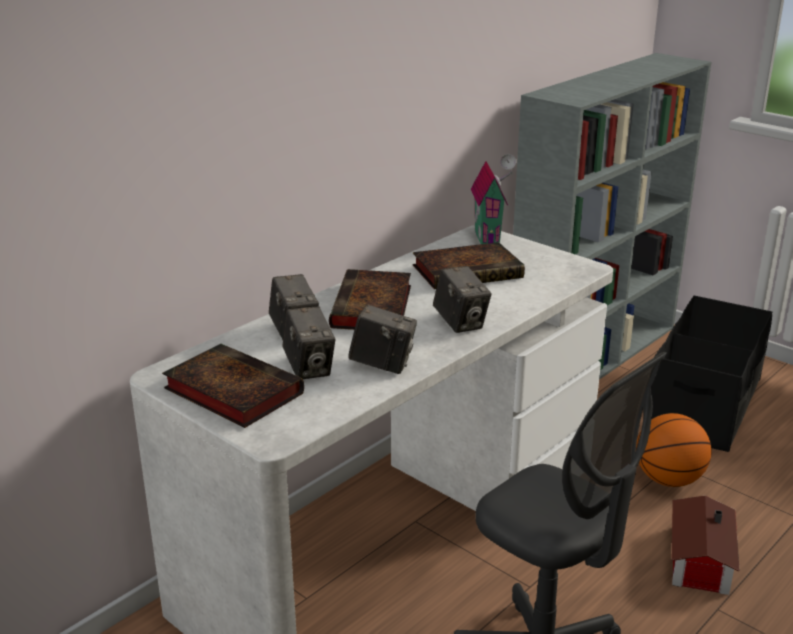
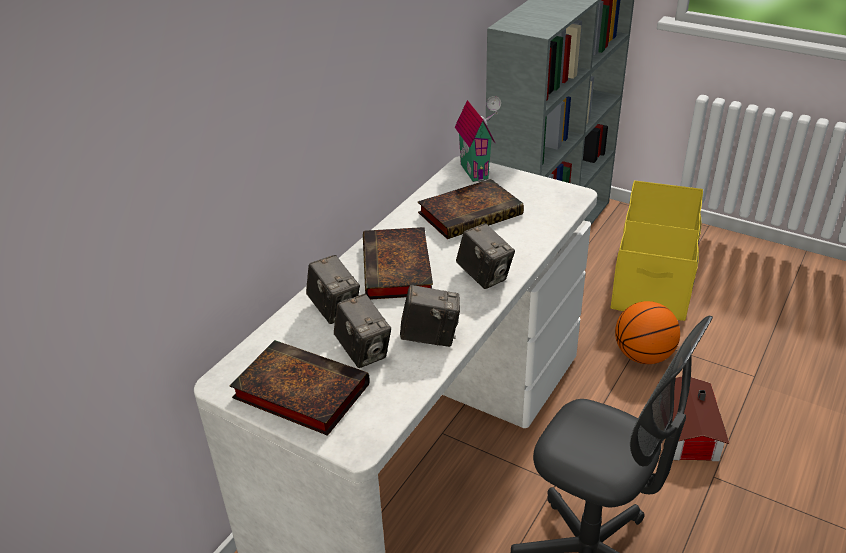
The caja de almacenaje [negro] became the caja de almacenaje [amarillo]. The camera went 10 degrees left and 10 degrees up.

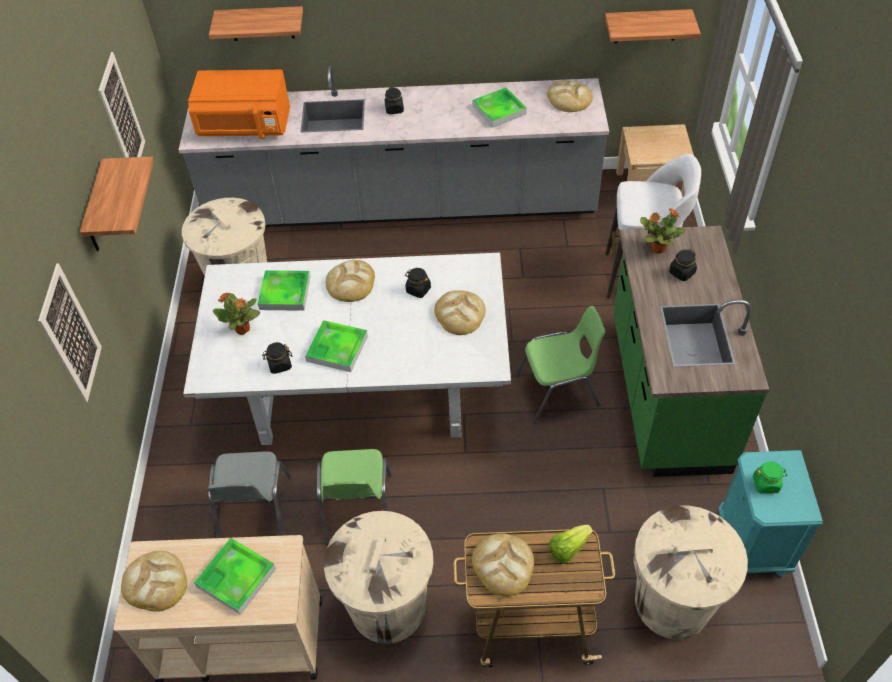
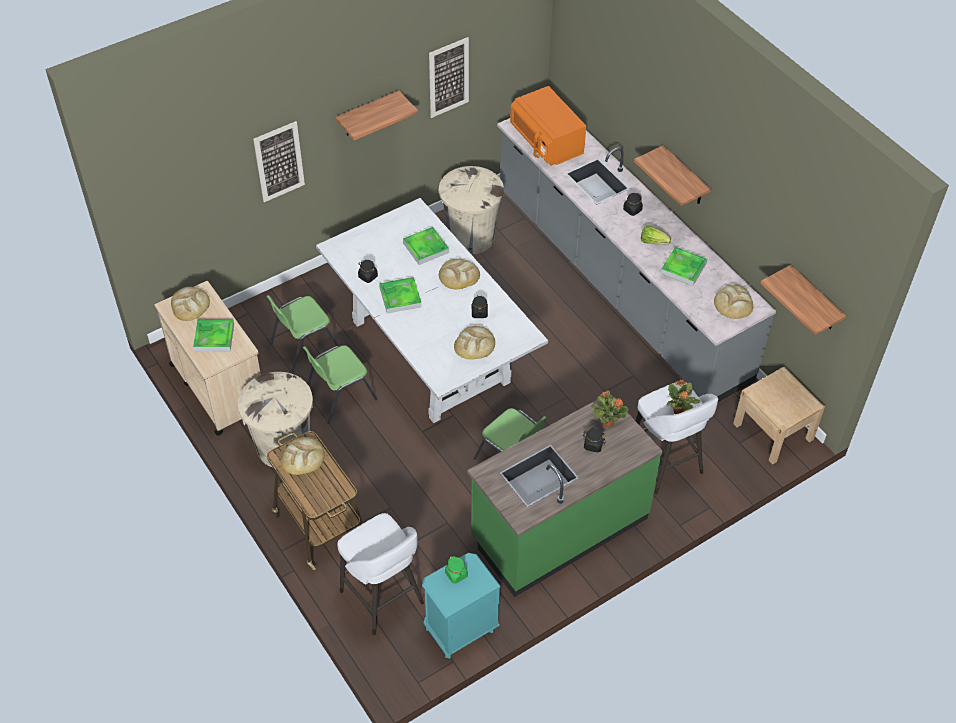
The silla [gris] became the silla [verde] (no. 1 from left). The estante (no. 2 from left) moved. The planta en maceta (no. 1 from left in the first image) moved. The lechuga moved. The papelera [beis] (no. 3 from left) was replaced by the taburete [blanco] (no. 1 from left). The camera went 55 degrees right and 0 degrees up.

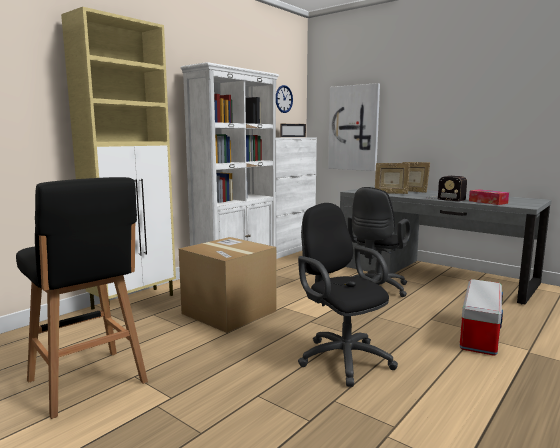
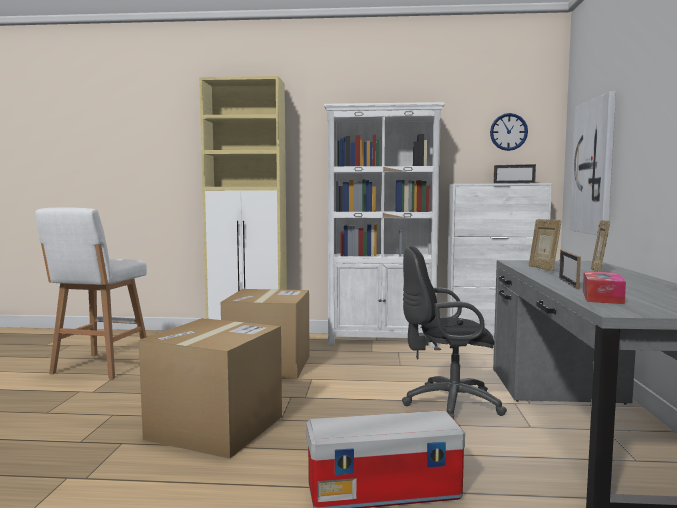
The taburete [negro] became the taburete [blanco]. The silla de oficina [negro] (no. 1 from left) was replaced by the caja de cartón (no. 1 from left). The radio was replaced by the portarretratos (no. 3 from left). The camera went 55 degrees right and 5 degrees down.

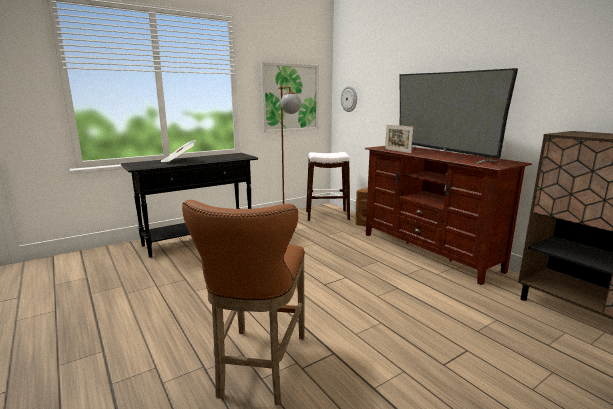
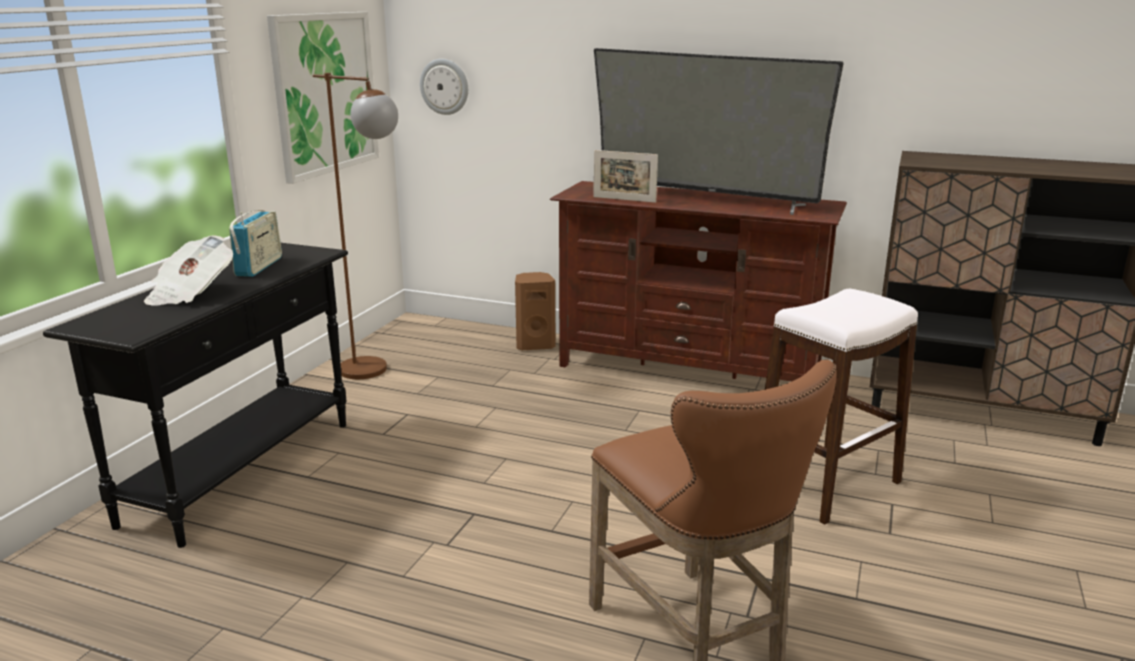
The taburete [blanco] moved. The radio appeared. The camera went 35 degrees left and 5 degrees up.

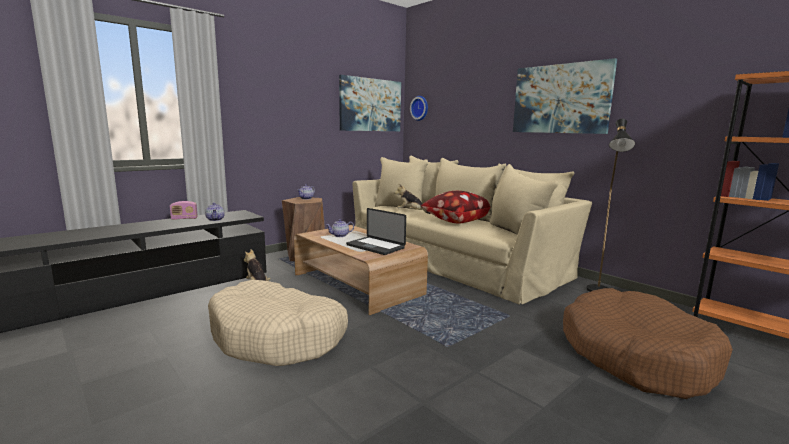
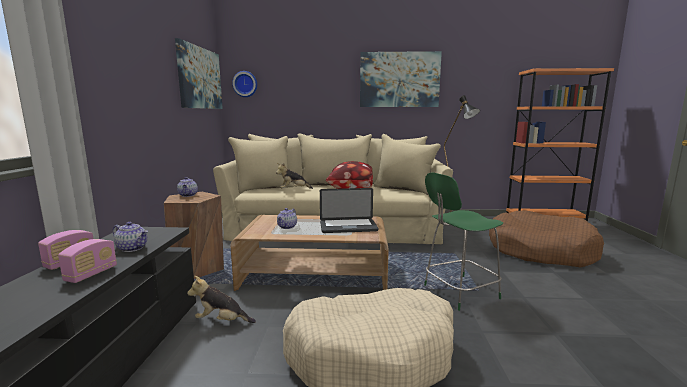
The radio (no. 2 from left) appeared. The taburete [verde] appeared. The camera went 45 degrees left and 0 degrees up.

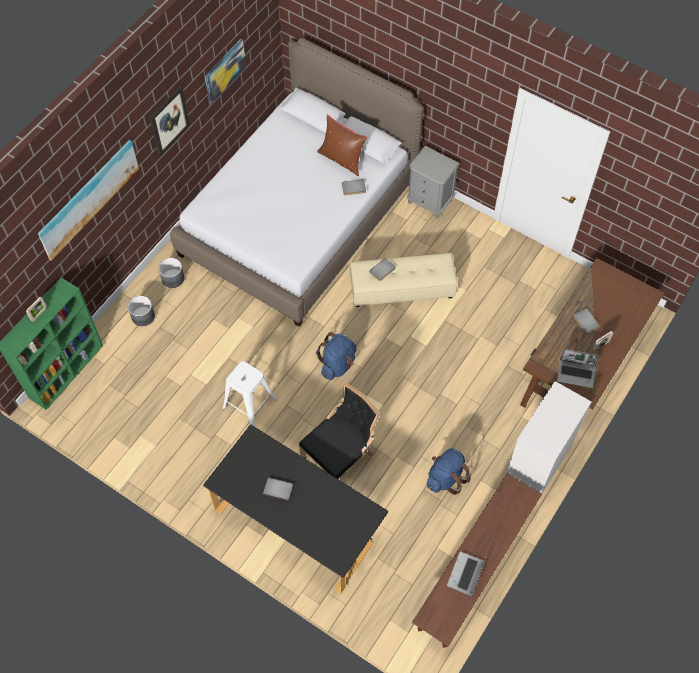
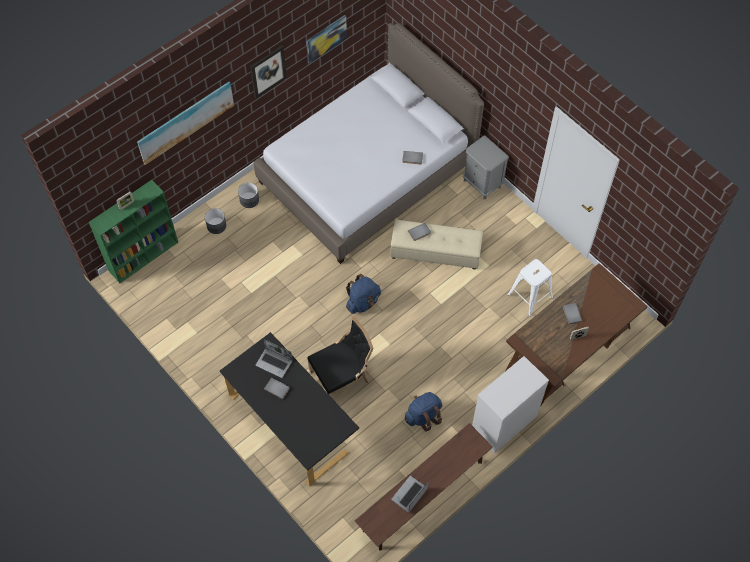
The taburete [blanco] moved. The cojín [marrón] disappeared. The portátil (no. 2 from left in the first image) moved. The camera went 15 degrees right and 0 degrees up.

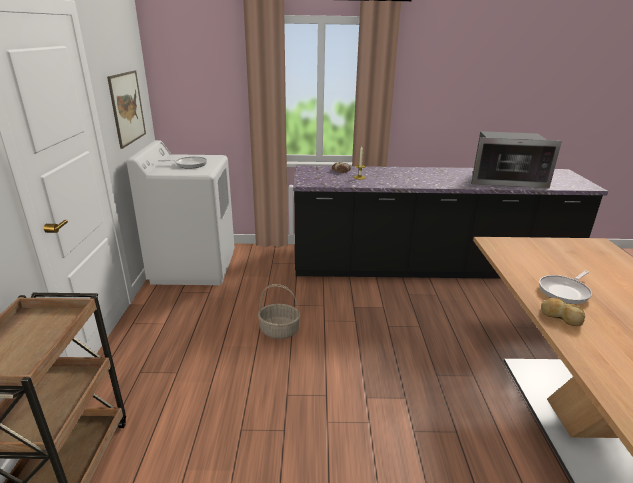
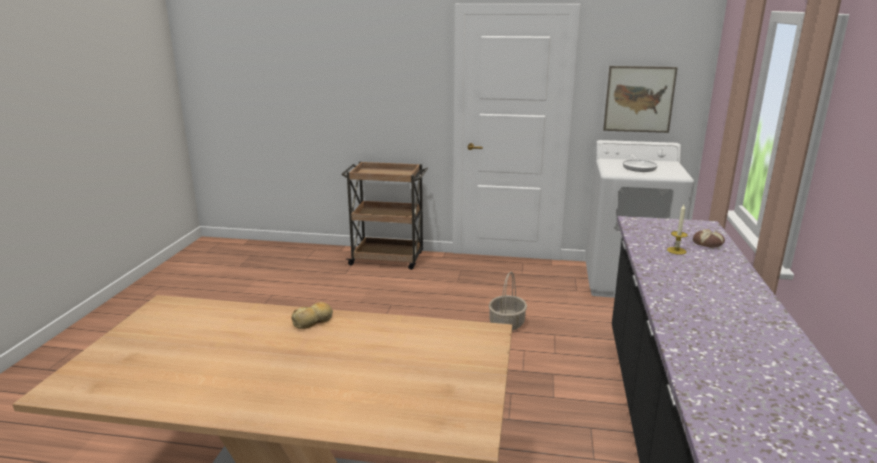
The microondas disappeared. The sartén (no. 2 from left) disappeared. The camera went 100 degrees right and 5 degrees down.

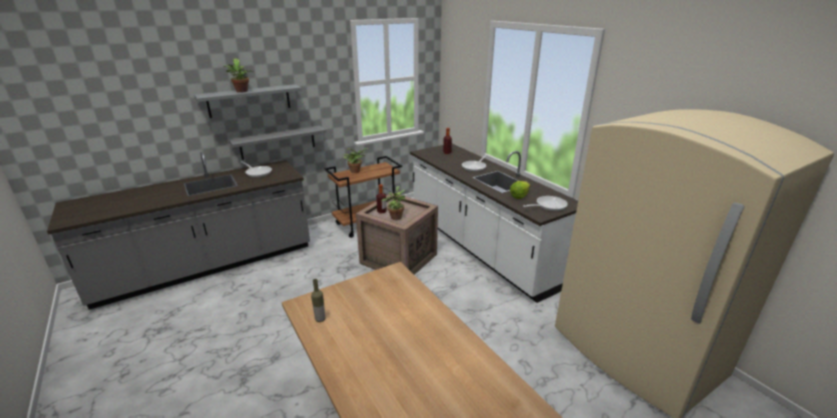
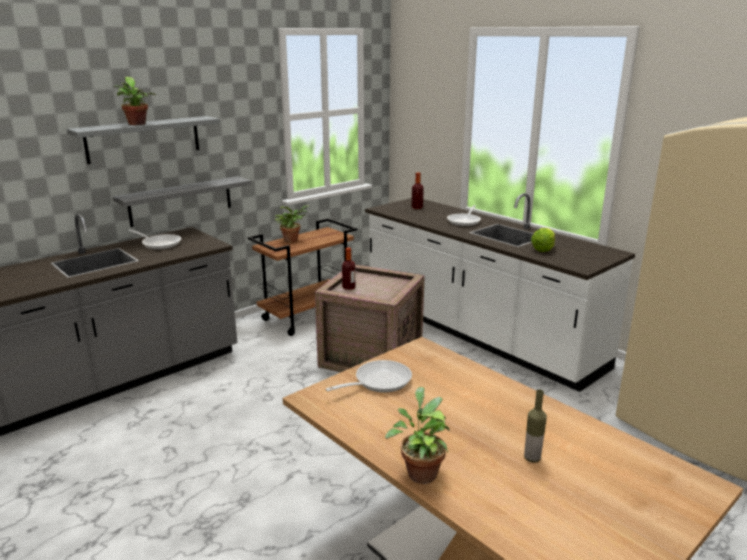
The botella (no. 1 from left in the first image) moved. The planta en maceta (no. 3 from left) moved. The sartén (no. 3 from left in the first image) moved. The camera went 10 degrees left and 5 degrees down.

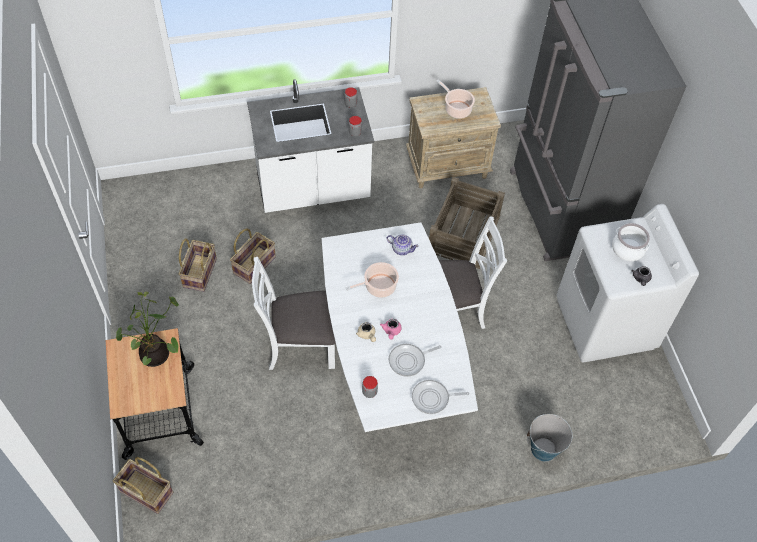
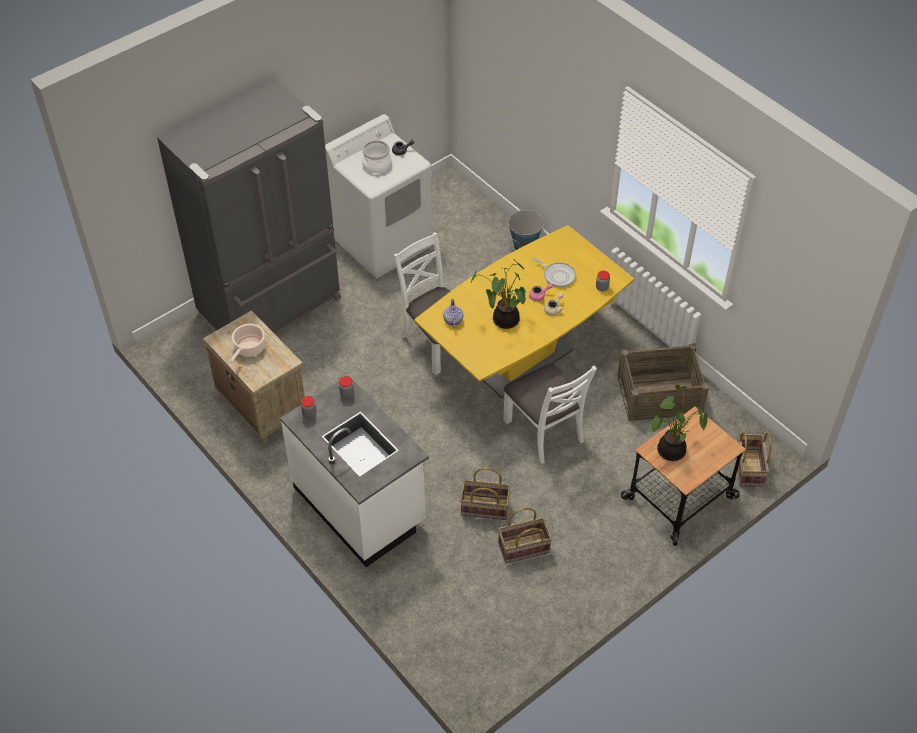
The mesa de comedor [blanco] became the mesa de comedor [amarillo]. The olla (no. 1 from left) was replaced by the planta en maceta (no. 1 from left). The sartén (no. 2 from left) disappeared. The caja de embalaje moved. The camera went 115 degrees left and 5 degrees down.

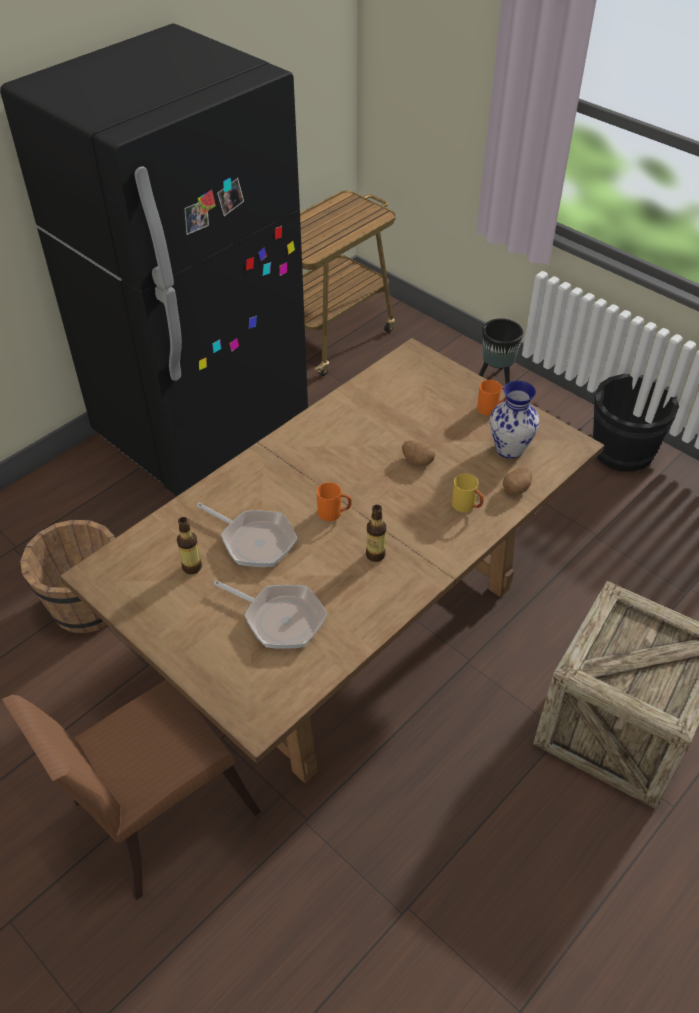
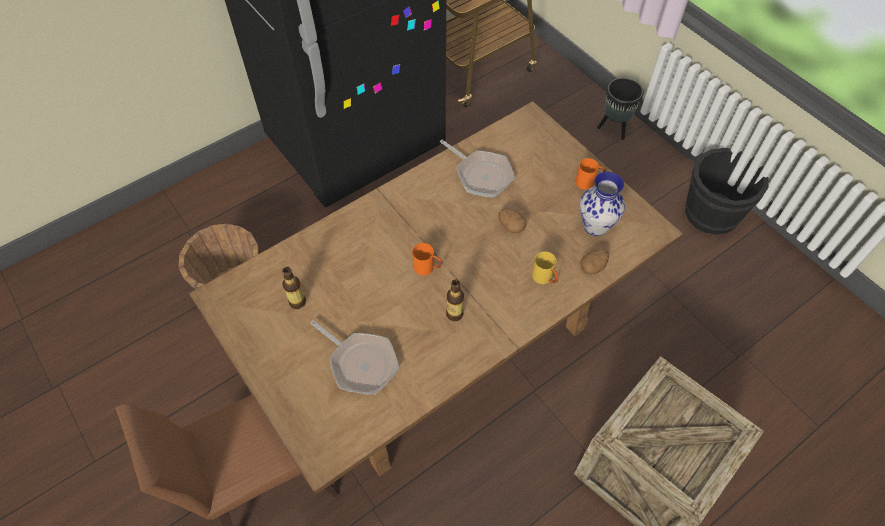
The sartén (no. 1 from left in the first image) moved. The camera went 10 degrees right and 10 degrees up.

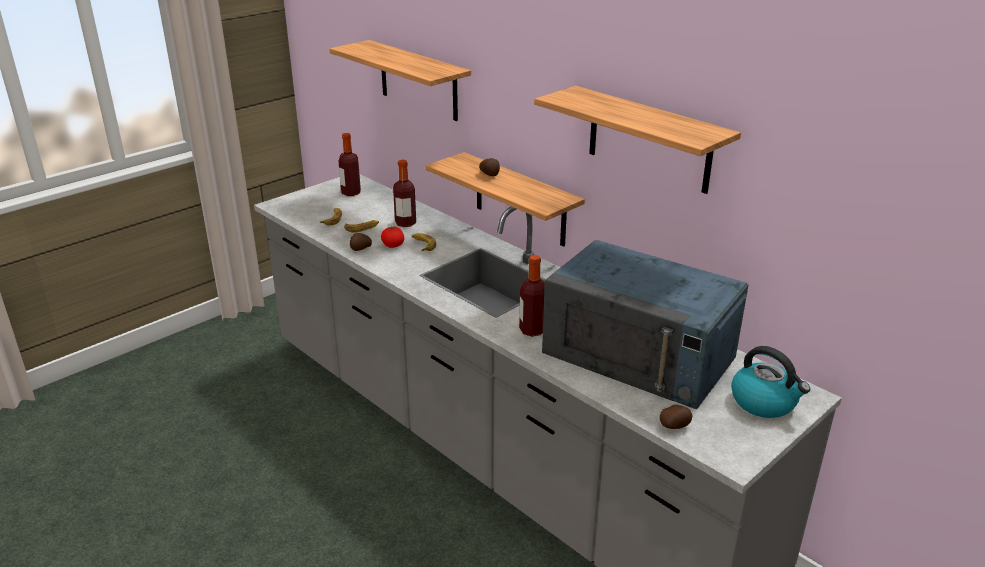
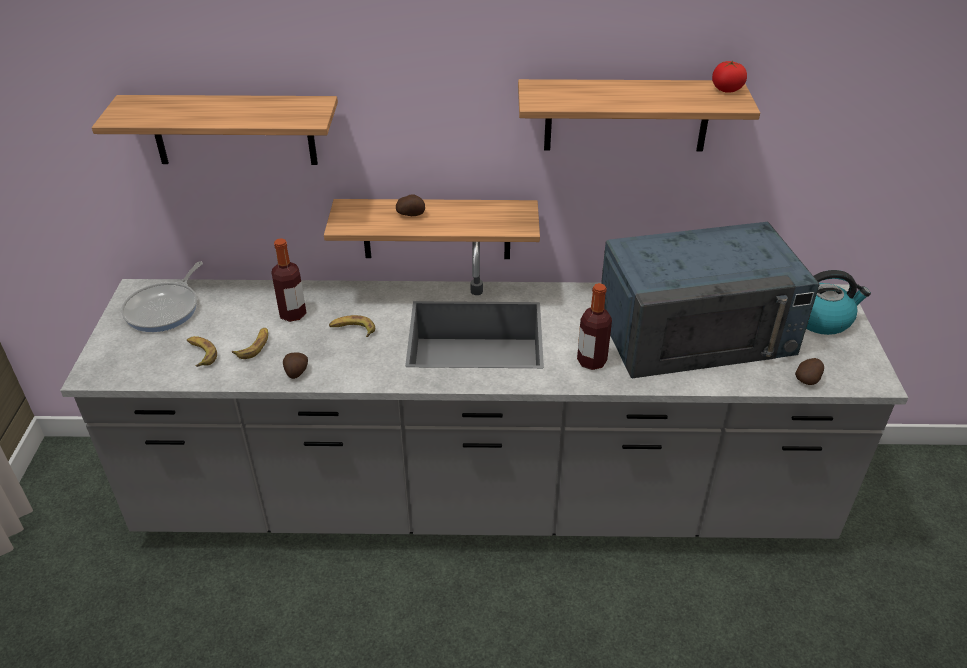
The botella (no. 1 from left) was replaced by the sartén. The tomate moved. The camera went 45 degrees left and 10 degrees up.

